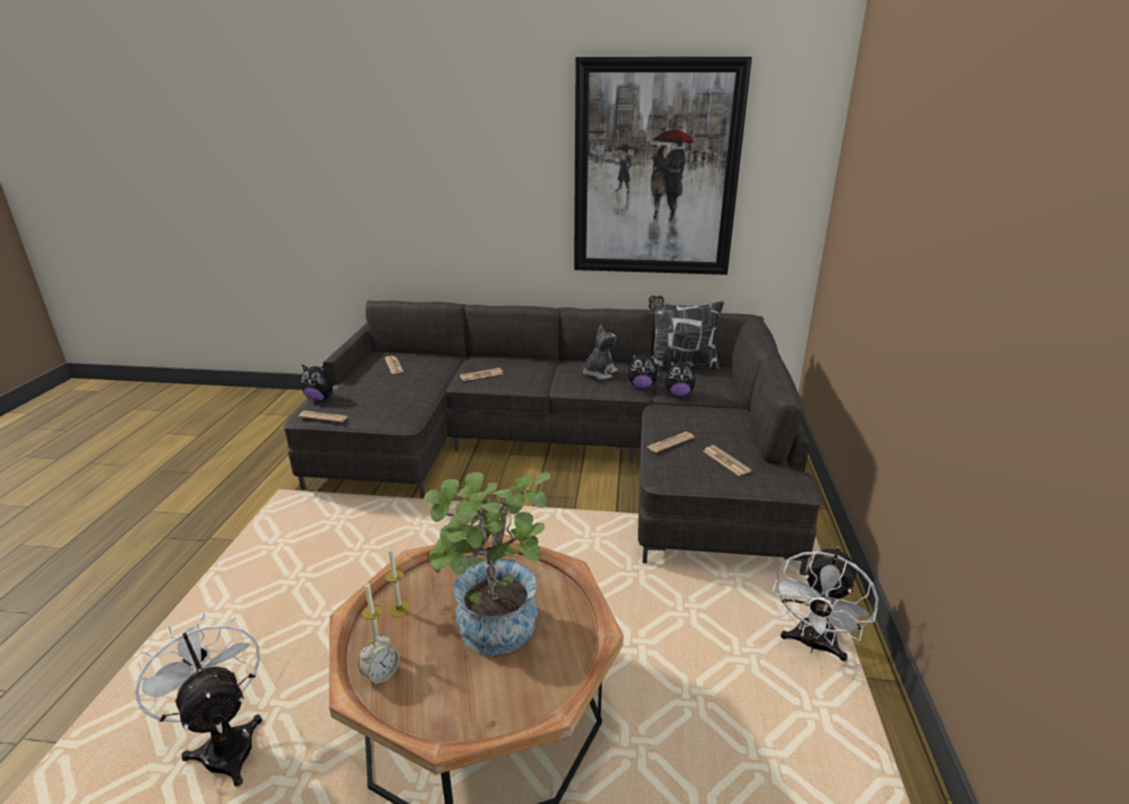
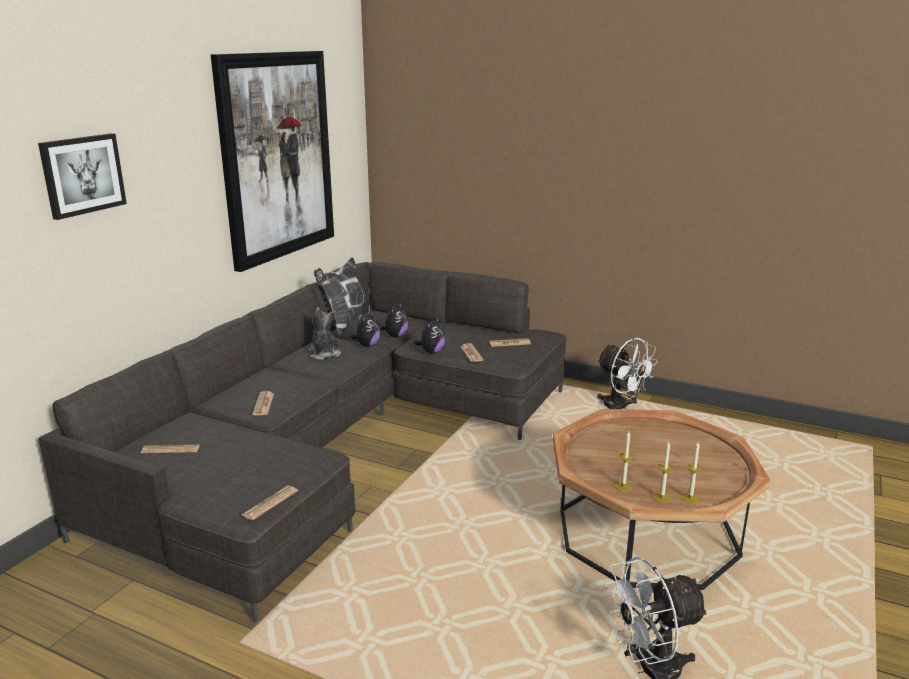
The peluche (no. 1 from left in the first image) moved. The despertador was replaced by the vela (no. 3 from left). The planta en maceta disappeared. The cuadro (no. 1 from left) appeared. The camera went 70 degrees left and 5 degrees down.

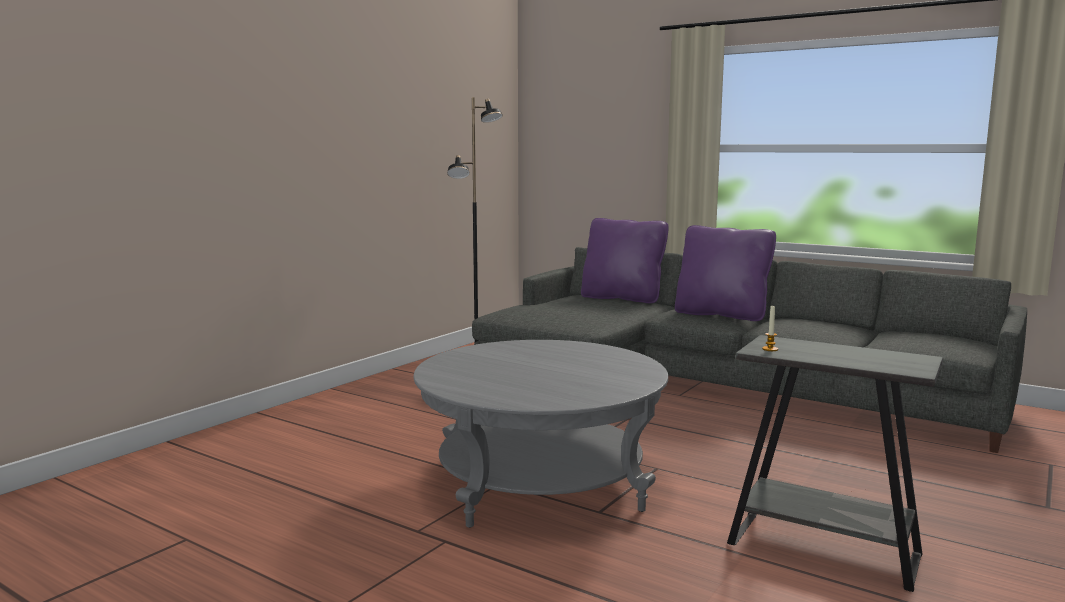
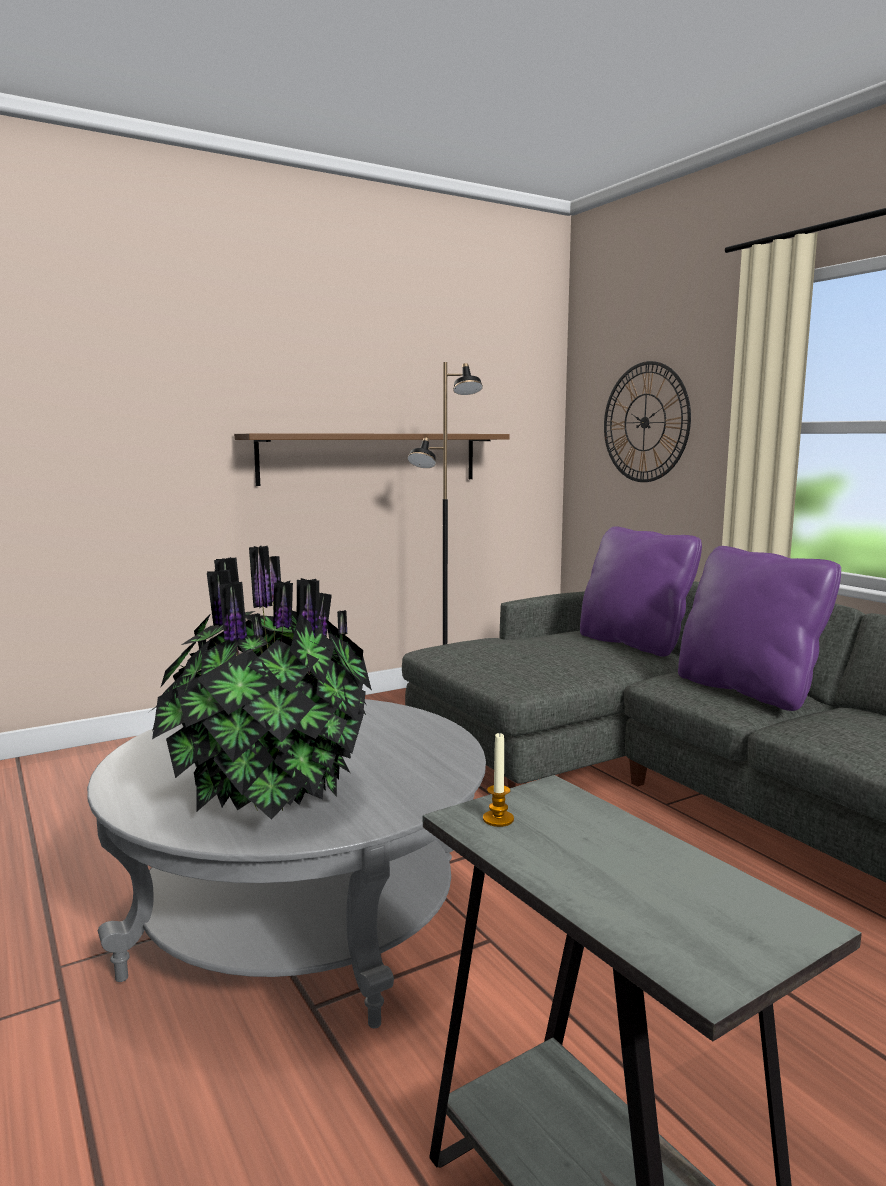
The planta en maceta appeared. The estante [marrón] appeared. The reloj de pared appeared. The camera went 25 degrees right and 0 degrees up.

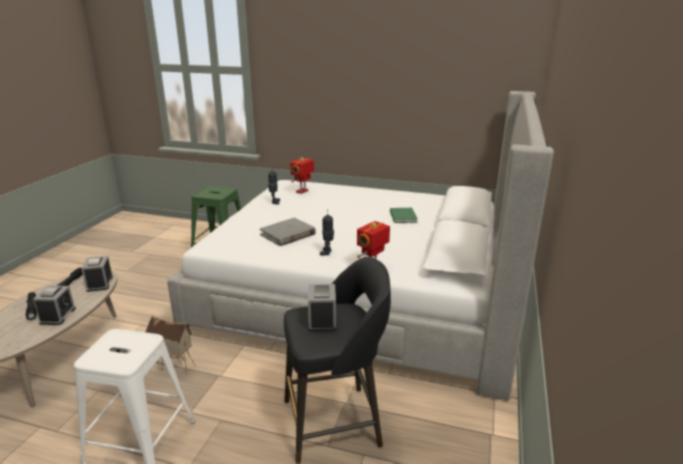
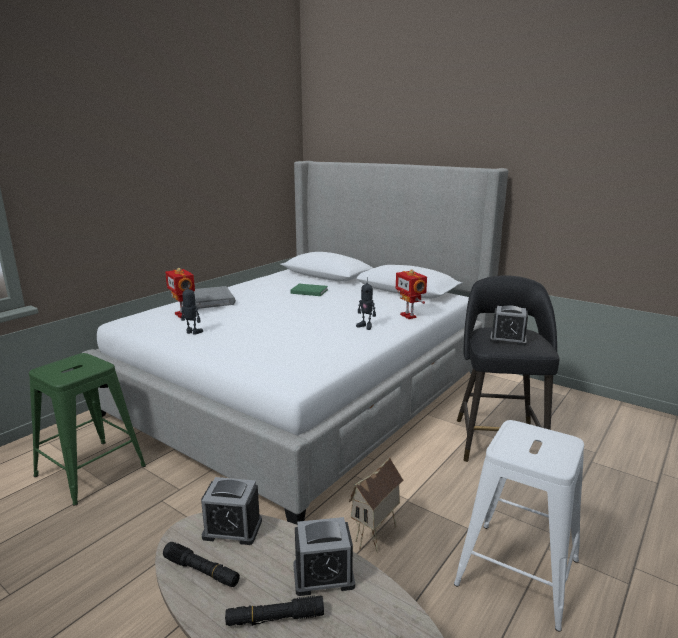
The despertador (no. 1 from left in the first image) turned 150 degrees clockwise. The libro [gris] moved. The camera went 70 degrees left and 5 degrees down.

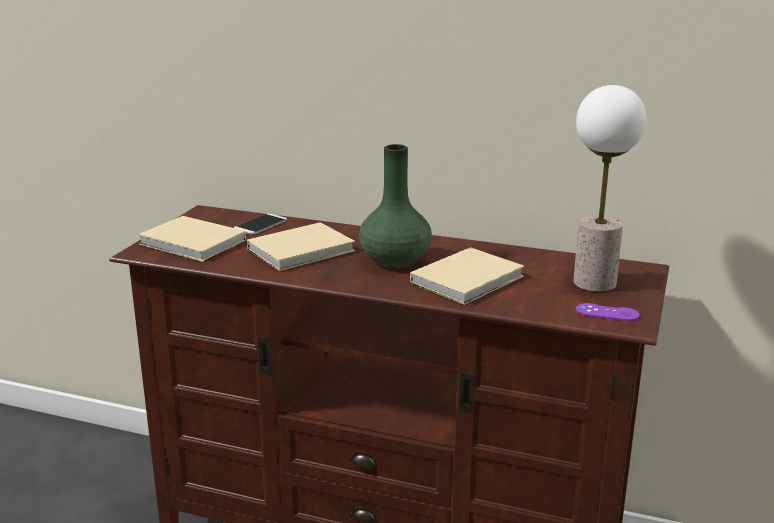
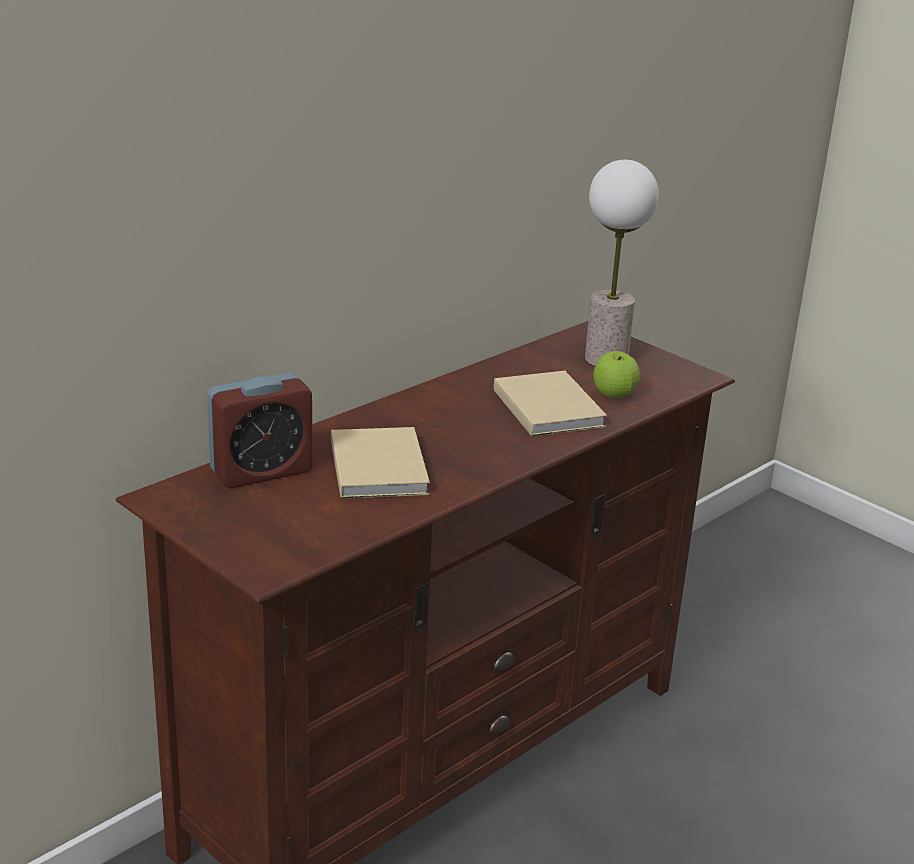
The libro [beis] (no. 1 from left) disappeared. The móvil was replaced by the despertador. The florero [verde] disappeared. The mando de consola [morado] disappeared. The manzana appeared. The camera went 65 degrees left and 5 degrees up.

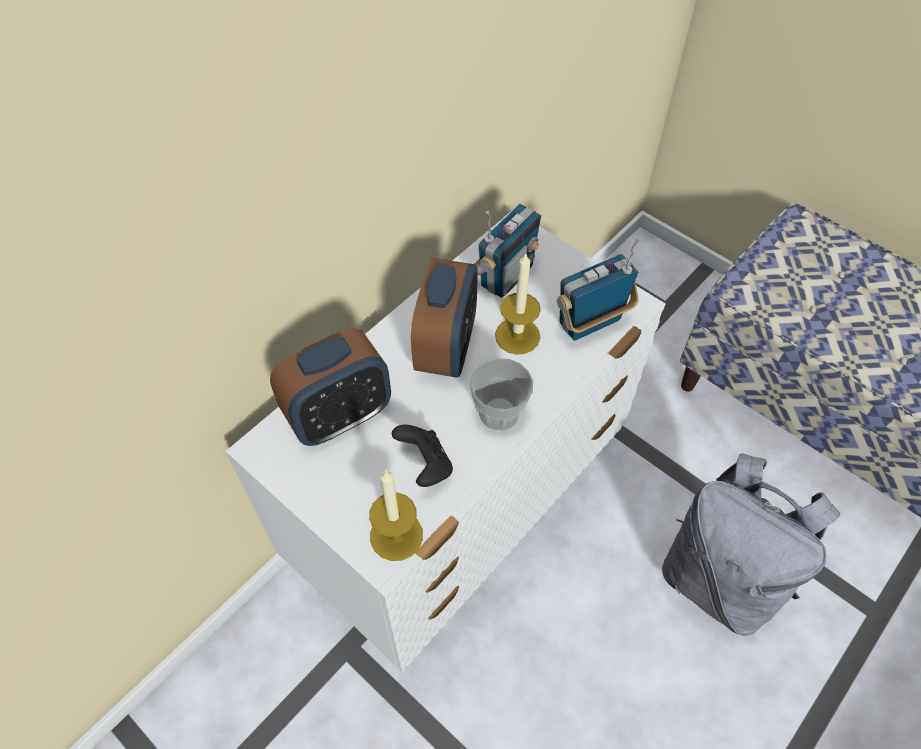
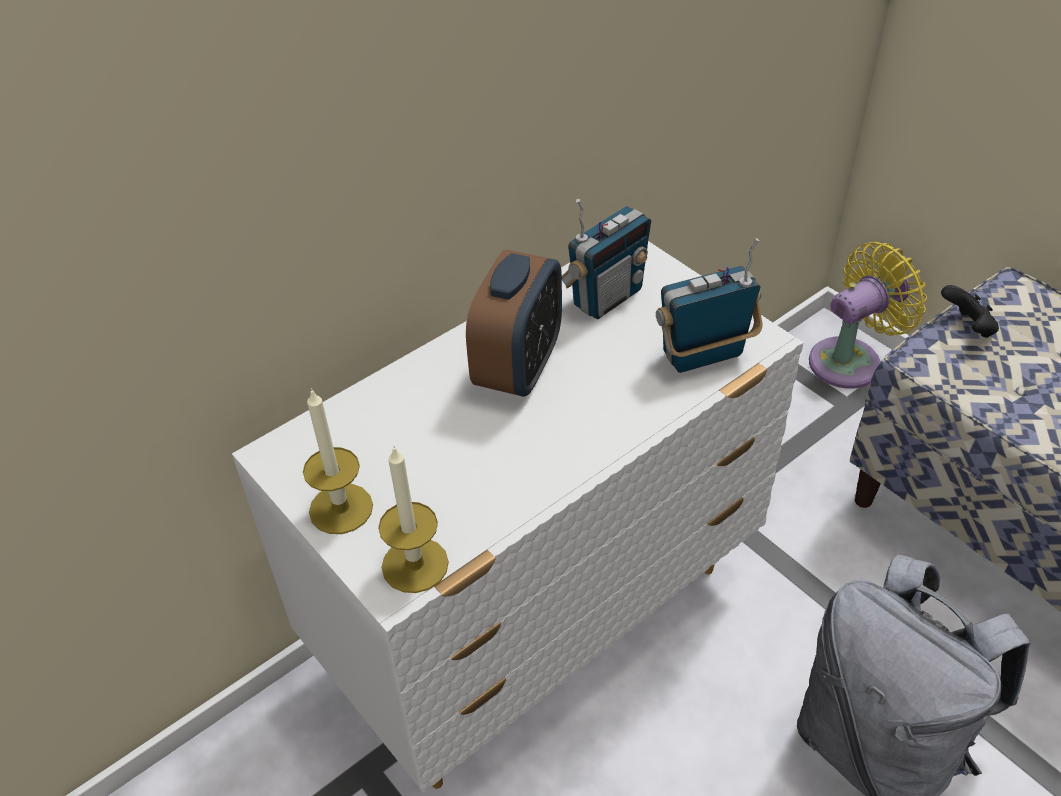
The despertador (no. 1 from left) disappeared. The mando de consola [negro] moved. The taza disappeared. The vela (no. 2 from left in the first image) moved. The ventilador [amarillo] appeared. The camera went 10 degrees right and 10 degrees down.

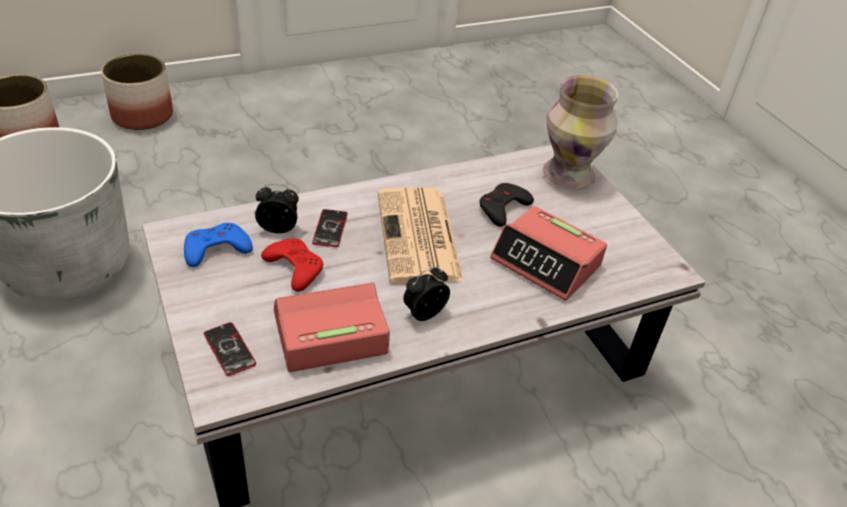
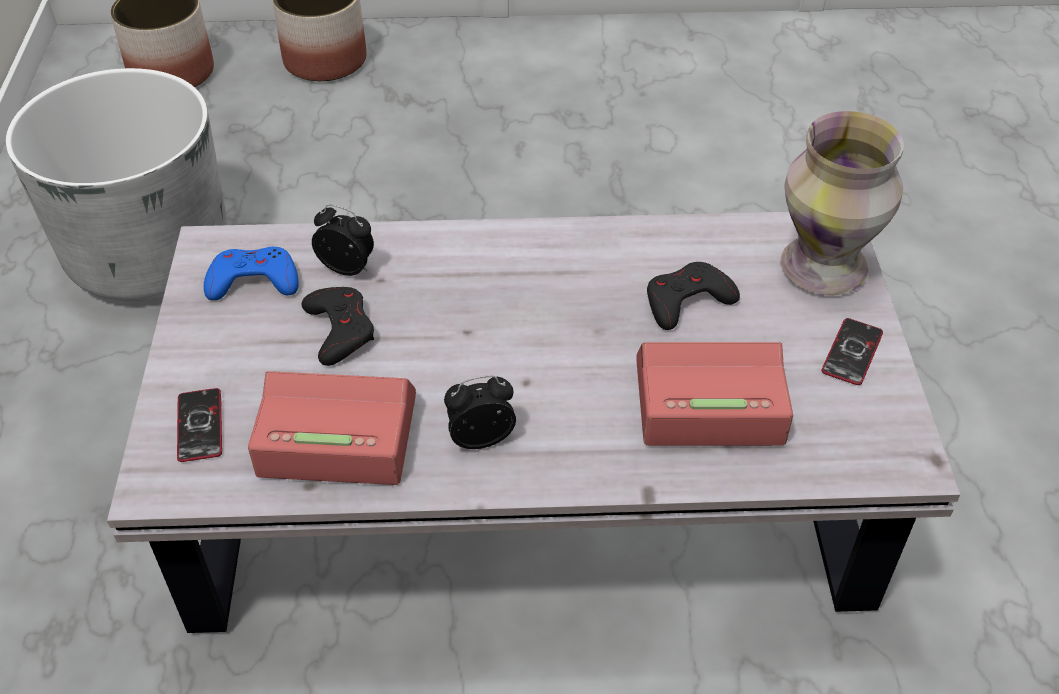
The mando de consola [rojo] became the mando de consola [negro] (no. 1 from left). The móvil (no. 2 from left) moved. The periódico disappeared. The despertador (no. 4 from left) turned 120 degrees clockwise. The camera went 25 degrees right and 5 degrees up.

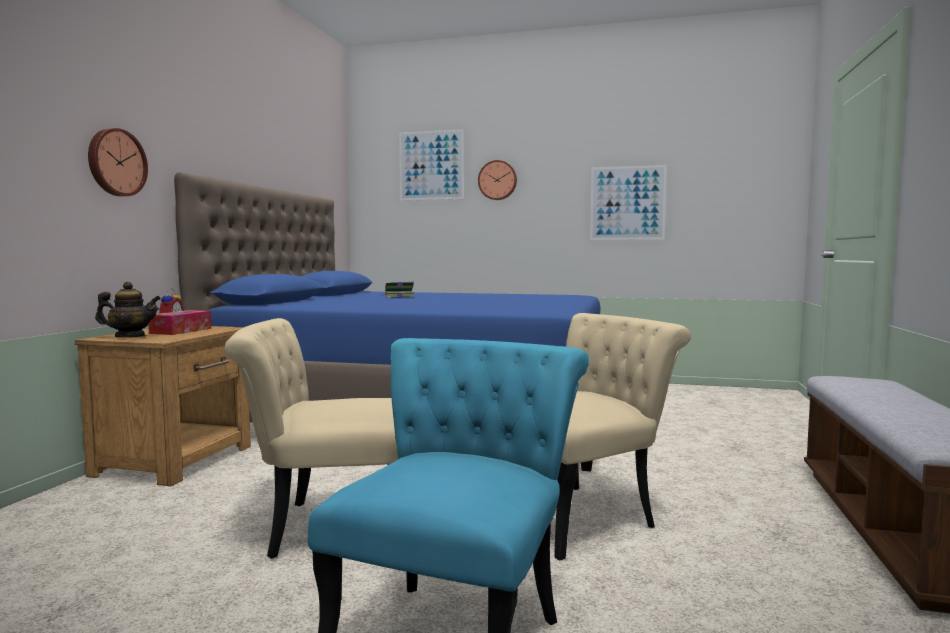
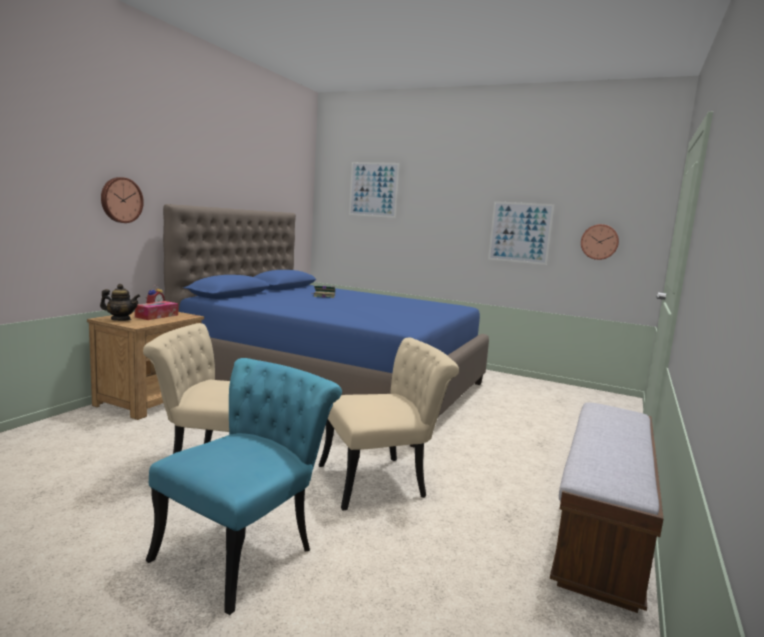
The reloj de pared (no. 2 from left) moved. The camera went 10 degrees right and 5 degrees up.

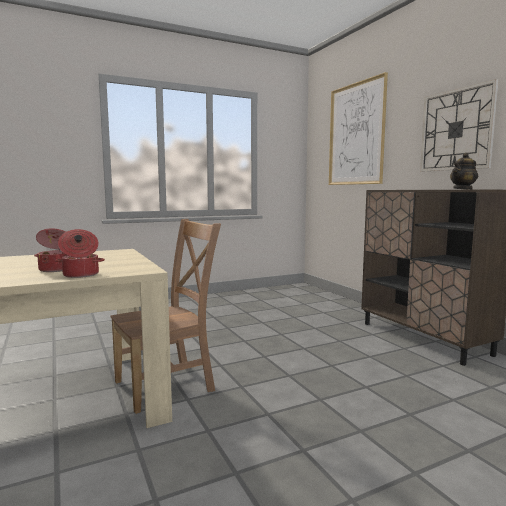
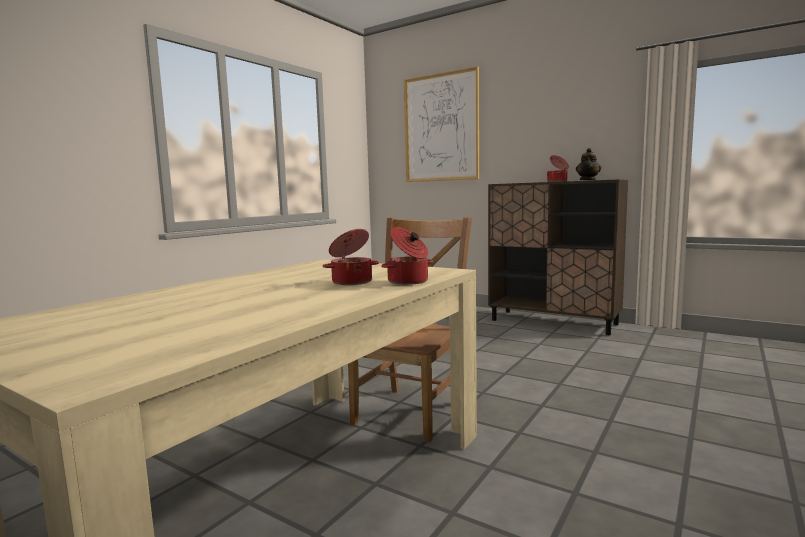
The reloj de pared disappeared. The olla (no. 3 from left) appeared. The camera went 30 degrees left and 0 degrees up.

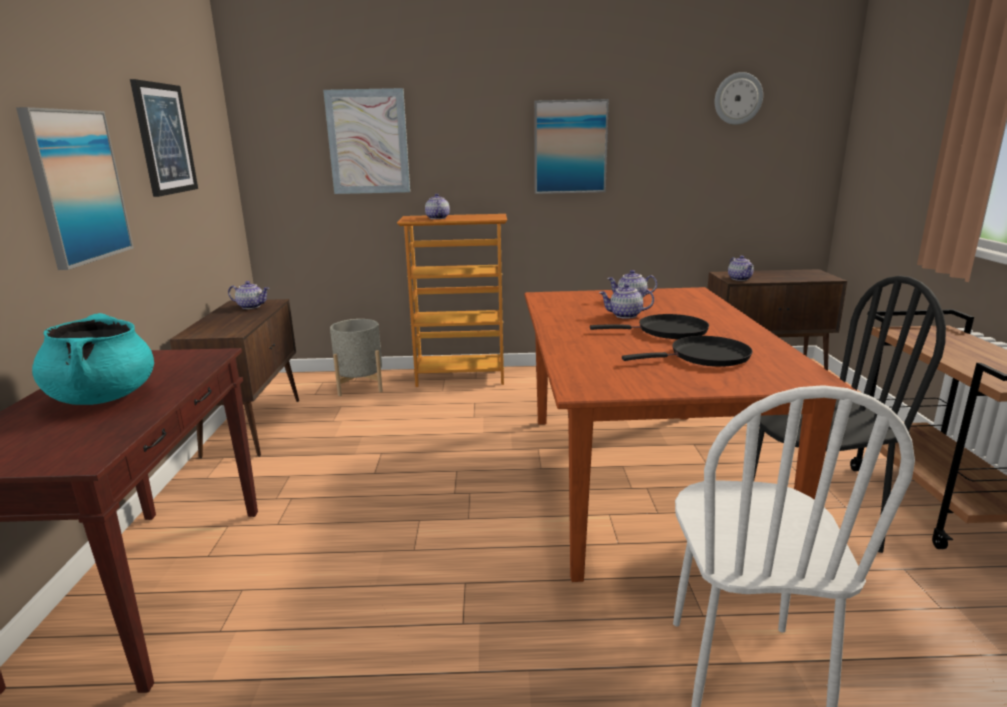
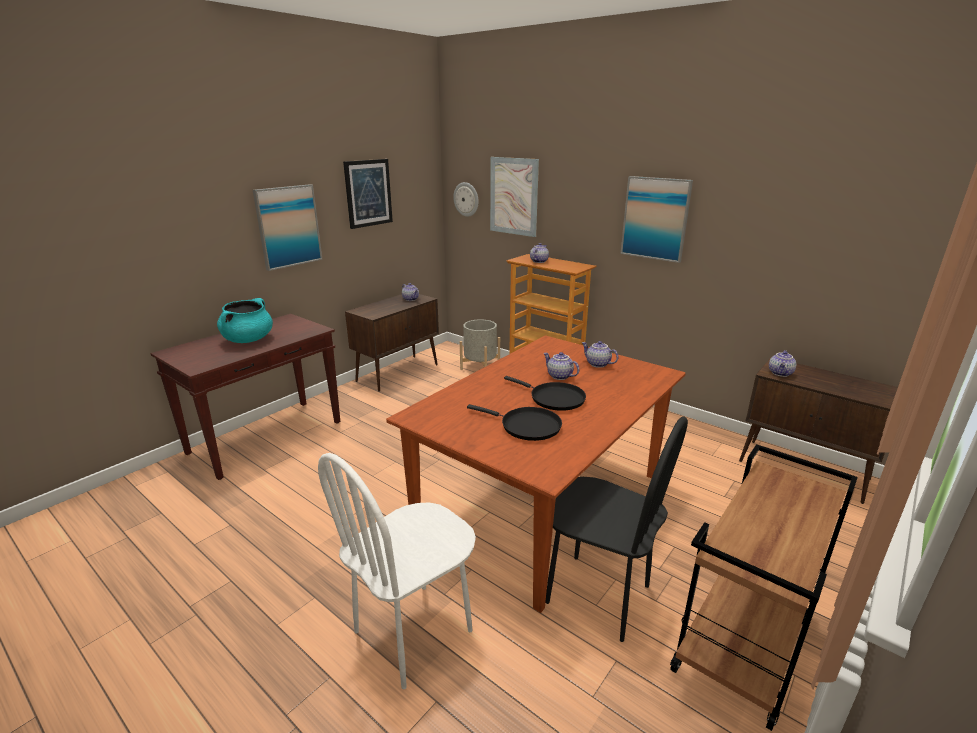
The reloj de pared moved. The camera went 40 degrees right and 5 degrees up.

